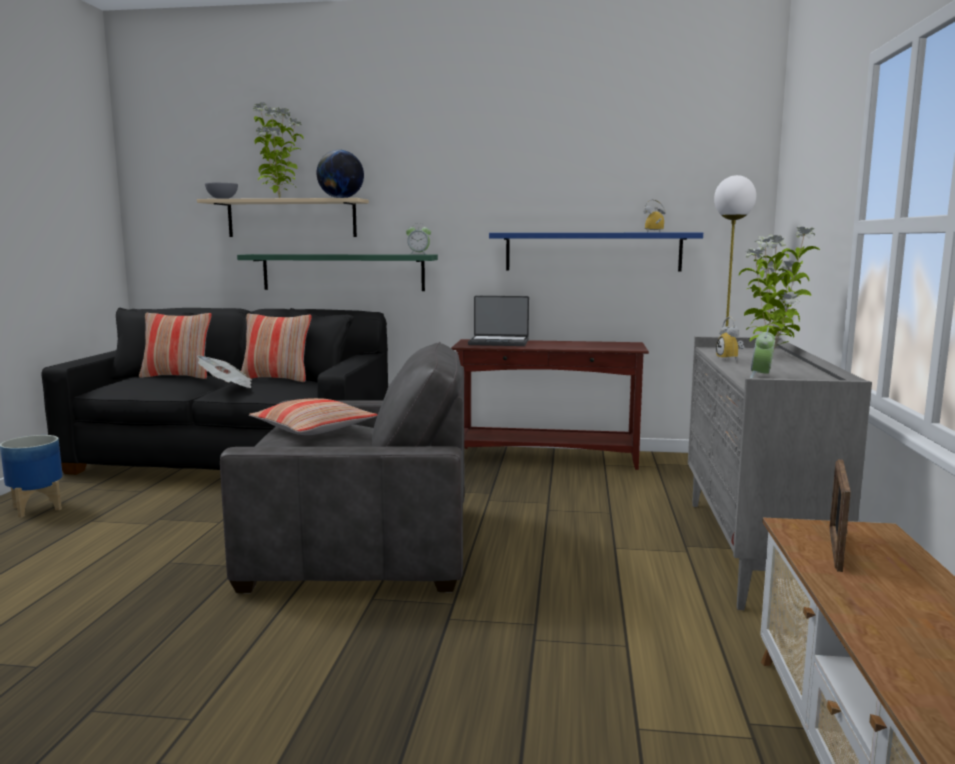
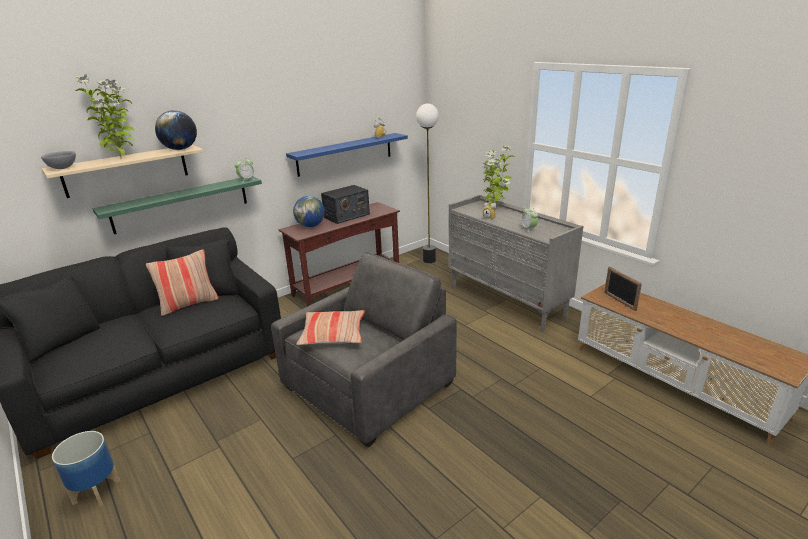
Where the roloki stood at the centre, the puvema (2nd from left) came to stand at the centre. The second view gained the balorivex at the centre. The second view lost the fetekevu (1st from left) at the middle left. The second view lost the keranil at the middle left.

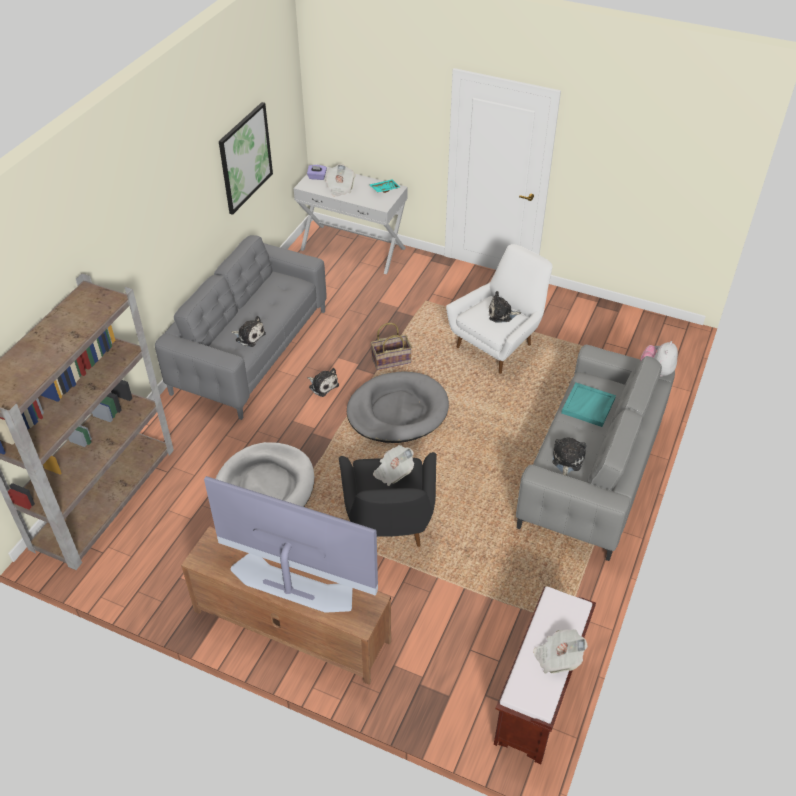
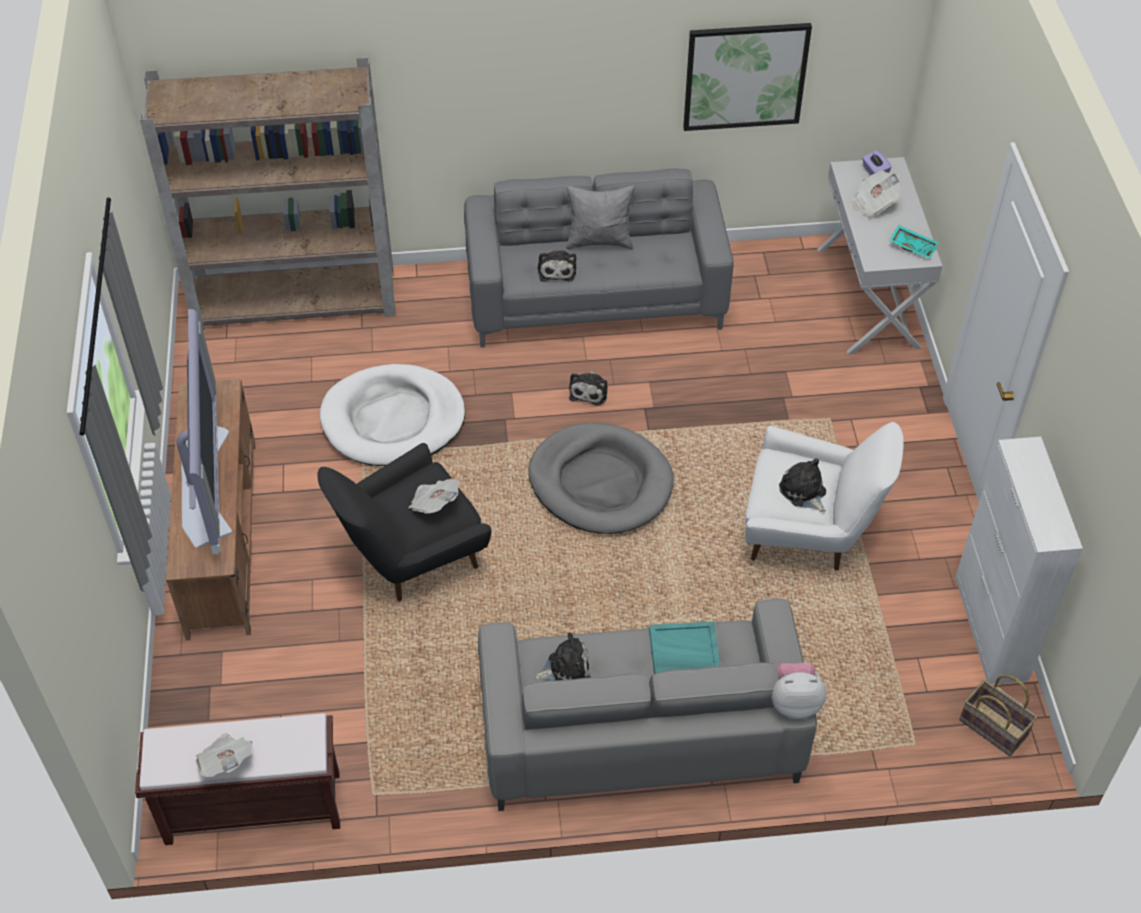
The second view gained the grey fetekevu at the top centre. The second view gained the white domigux at the middle right. The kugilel ended up elsewhere, having gone from the centre to the bottom right.

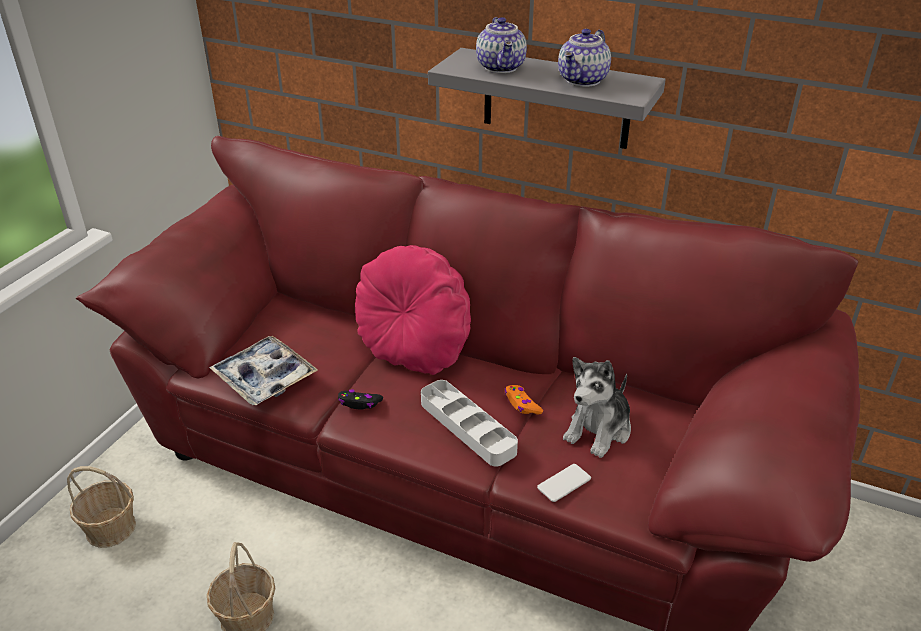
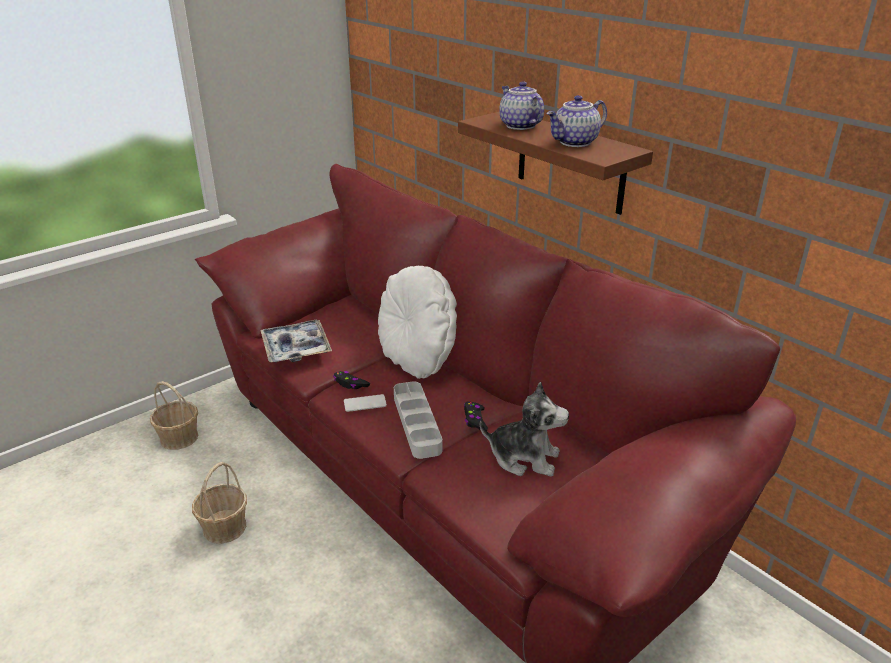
The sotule ended up elsewhere, having gone from the bottom centre to the centre. What was the pink fetekevu at the centre turned into the white fetekevu at the centre. What was the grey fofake at the top centre turned into the brown fofake at the top centre. What was the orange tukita at the centre turned into the black tukita (2nd from left) at the centre. The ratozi at the centre ended up facing another way, 135 degrees counterclockwise from before. The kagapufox (1st from left) at the top centre ended up facing another way, 135 degrees clockwise from before.

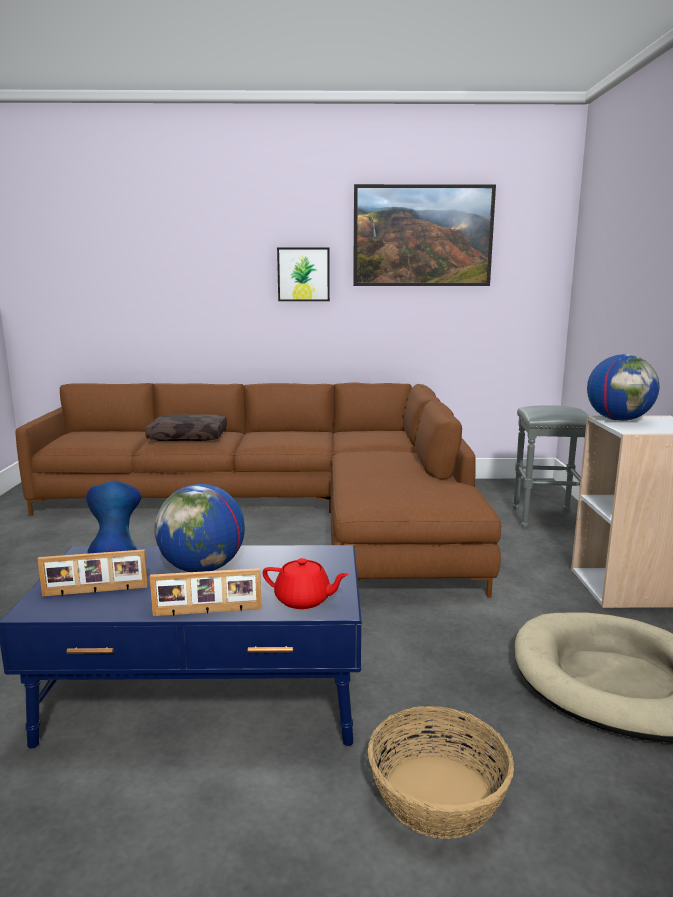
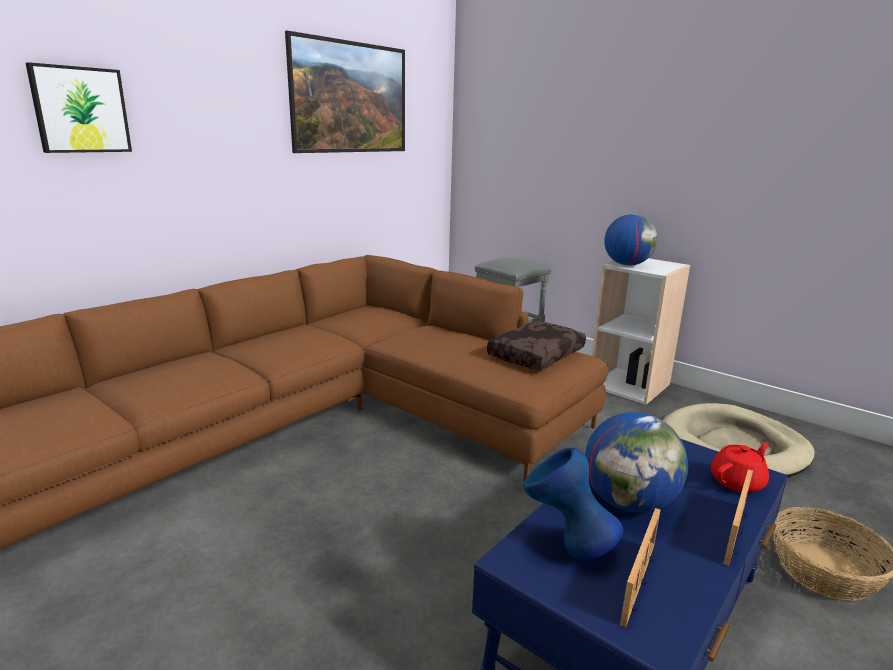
The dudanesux (1st from left) ended up elsewhere, having gone from the top centre to the top left. The brown fetekevu ended up elsewhere, having gone from the middle left to the centre.

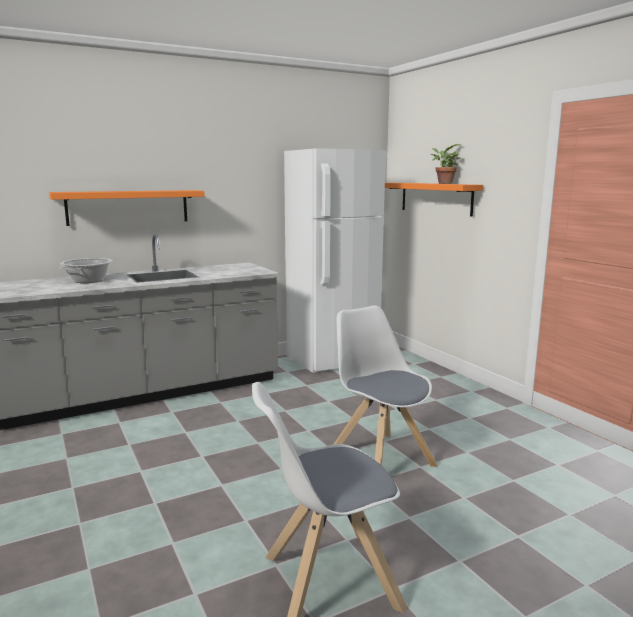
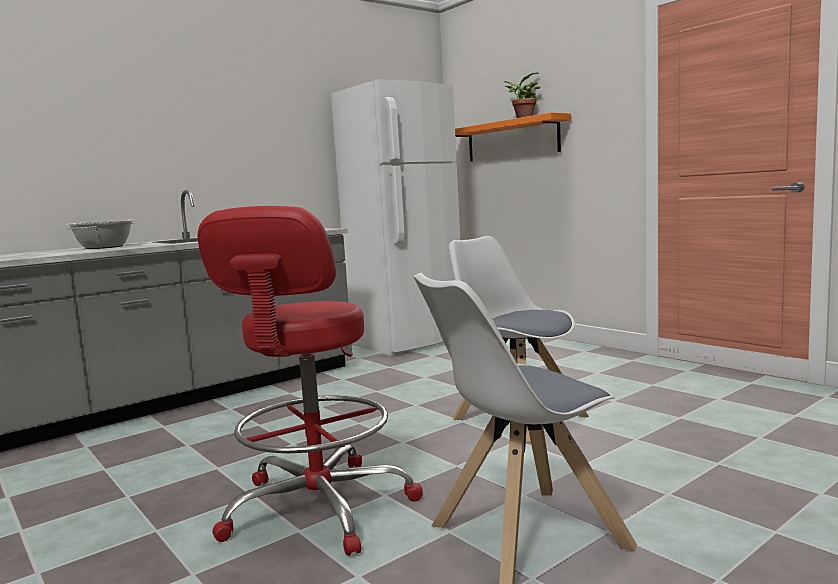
The second view gained the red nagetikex at the centre. The second view lost the orange fofake (1st from left) at the middle left.

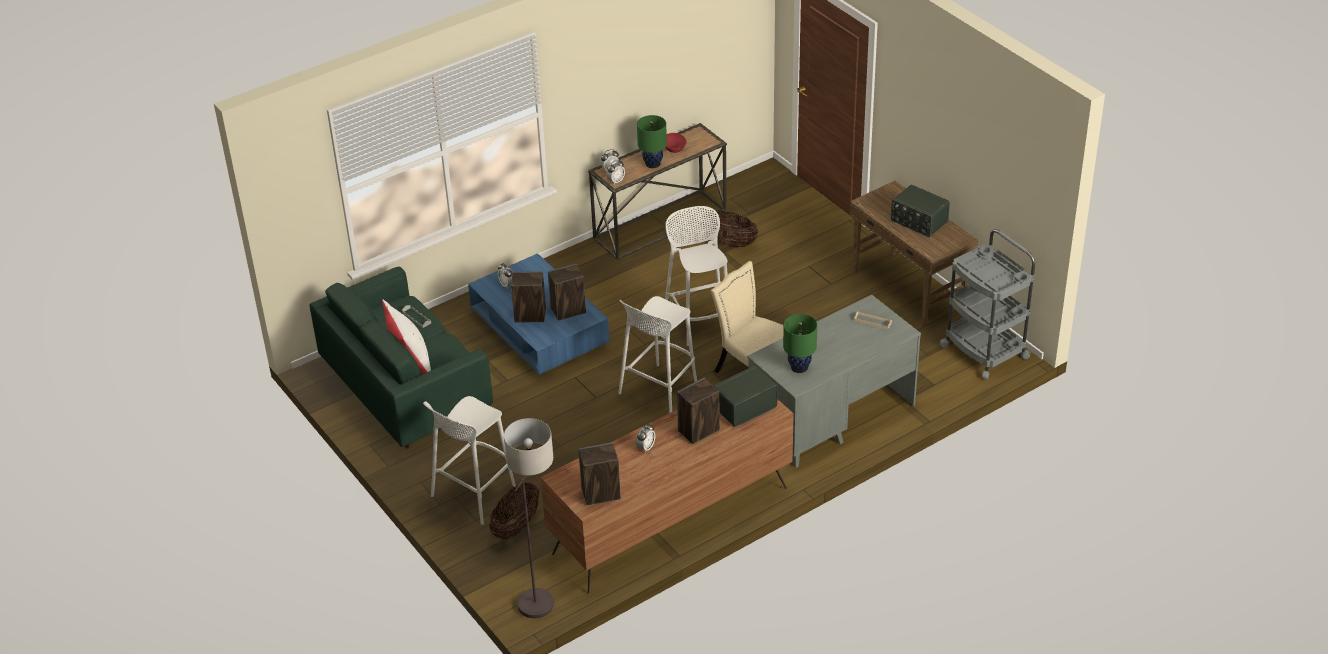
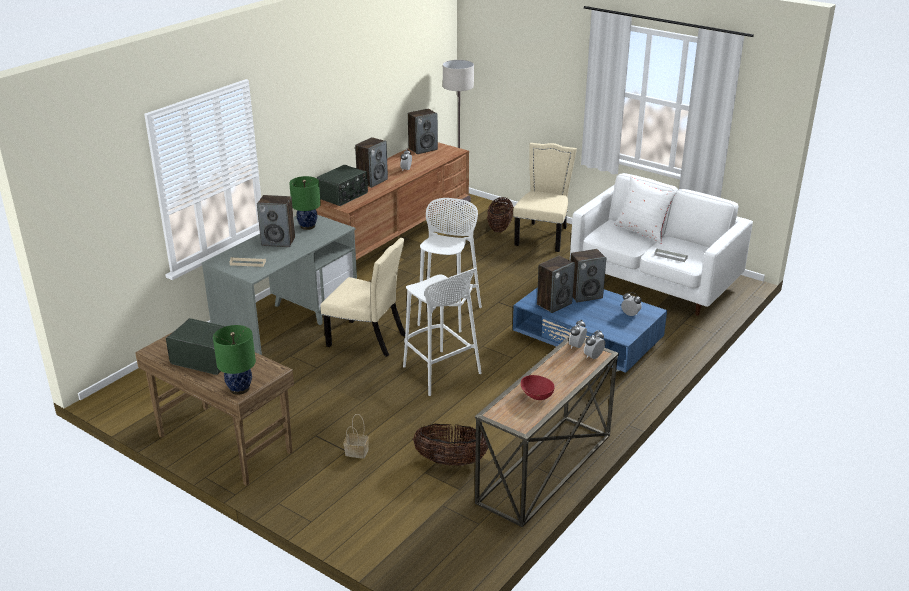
The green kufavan (1st from left) ended up elsewhere, having gone from the top centre to the middle left. The second view gained the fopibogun (1st from left) at the middle left. The second view gained the kugilel (1st from left) at the bottom centre. Where the white nagetikex (1st from left) stood at the bottom centre, the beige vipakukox (2nd from left) came to stand at the centre. What was the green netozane at the middle left turned into the white netozane at the middle right. The second view lost the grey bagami at the middle right.

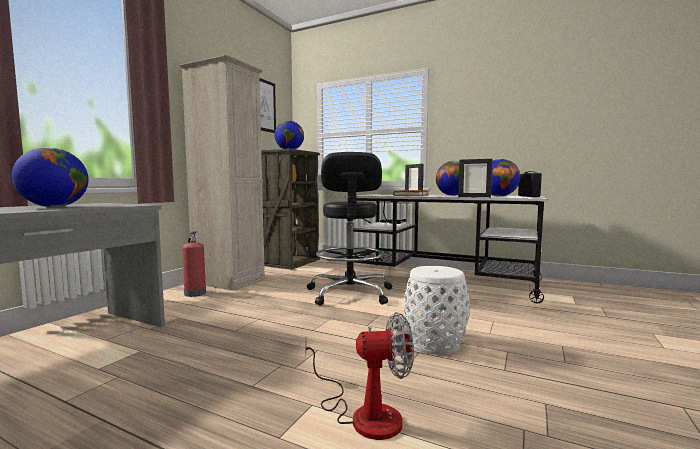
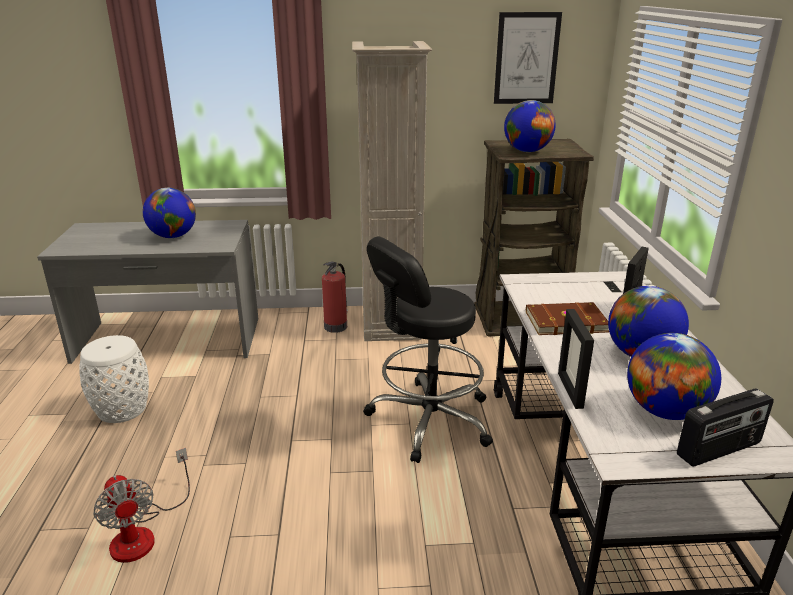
The white nagetikex ended up elsewhere, having gone from the bottom centre to the middle left.

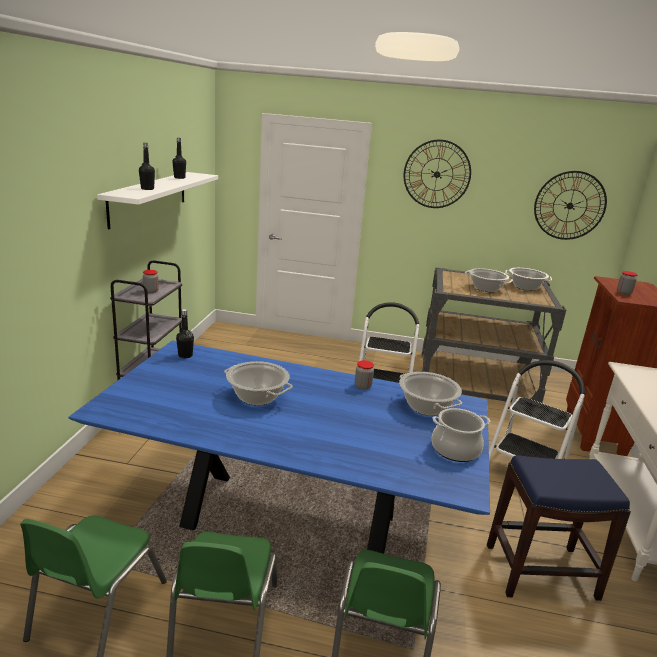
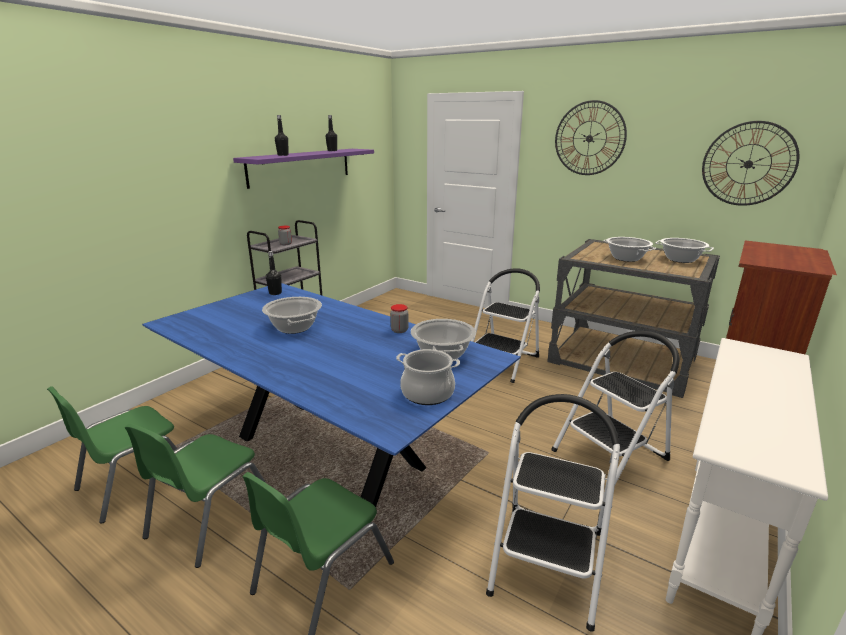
What was the white fofake at the top left turned into the purple fofake at the top centre. Where the nagetikex stood at the bottom right, the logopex (2nd from left) came to stand at the bottom centre. The second view lost the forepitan (3rd from left) at the middle right.

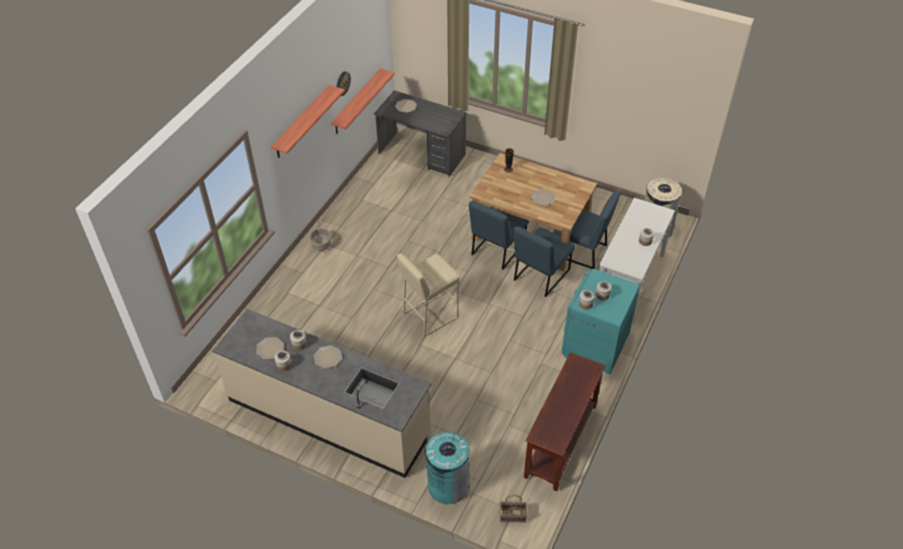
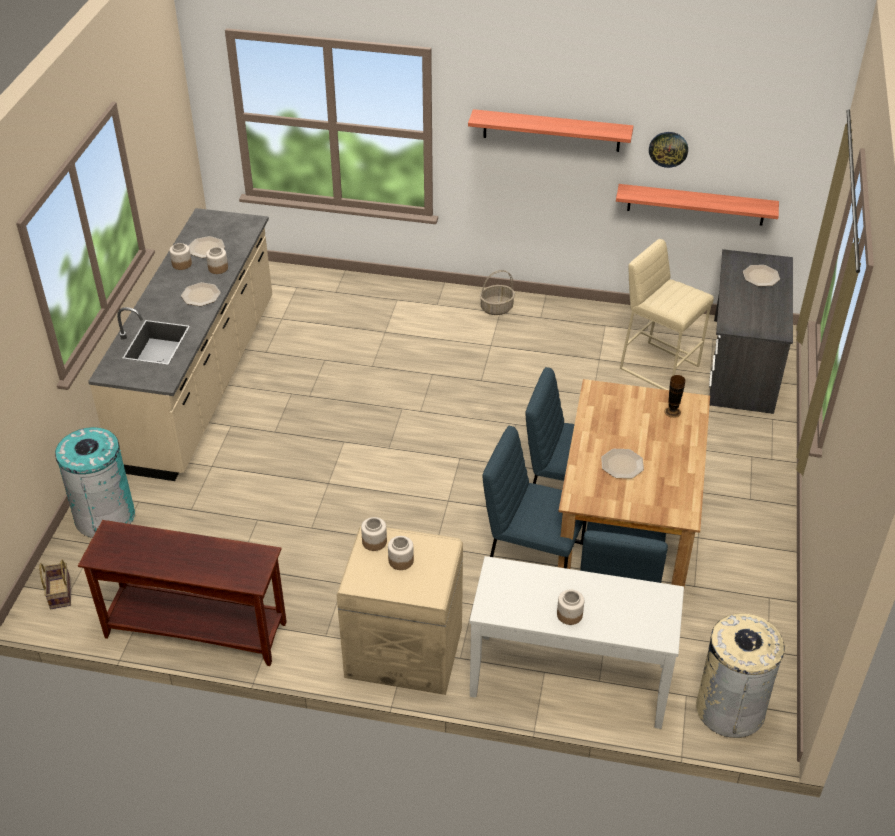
What was the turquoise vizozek at the centre turned into the beige vizozek at the bottom centre. The beige nagetikex ended up elsewhere, having gone from the centre to the middle right.

